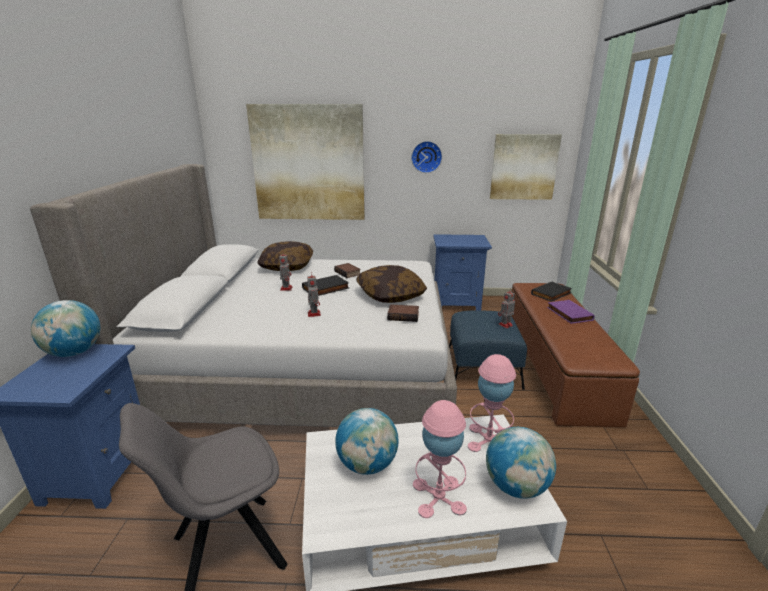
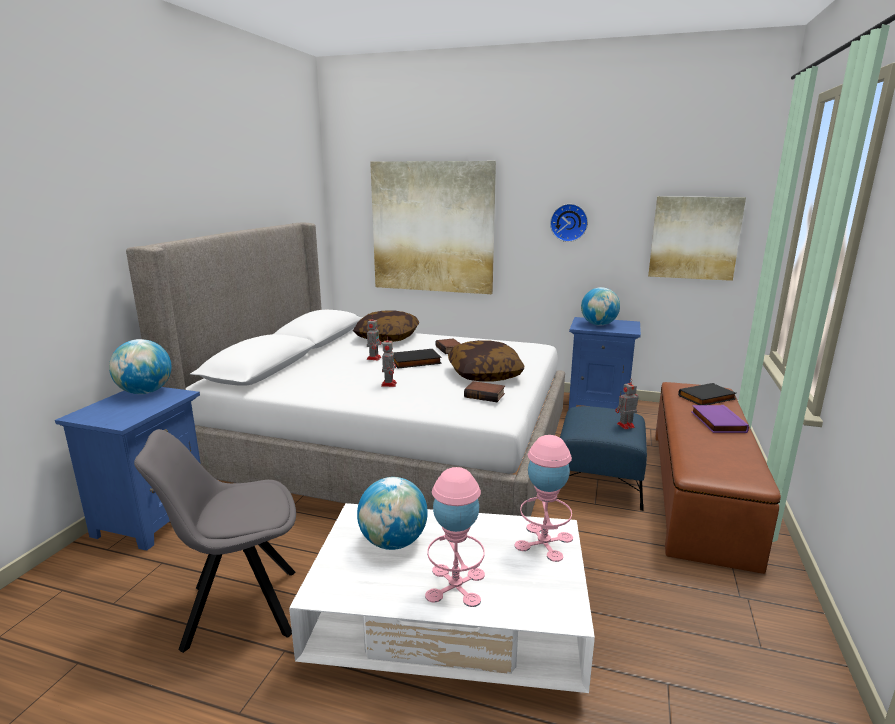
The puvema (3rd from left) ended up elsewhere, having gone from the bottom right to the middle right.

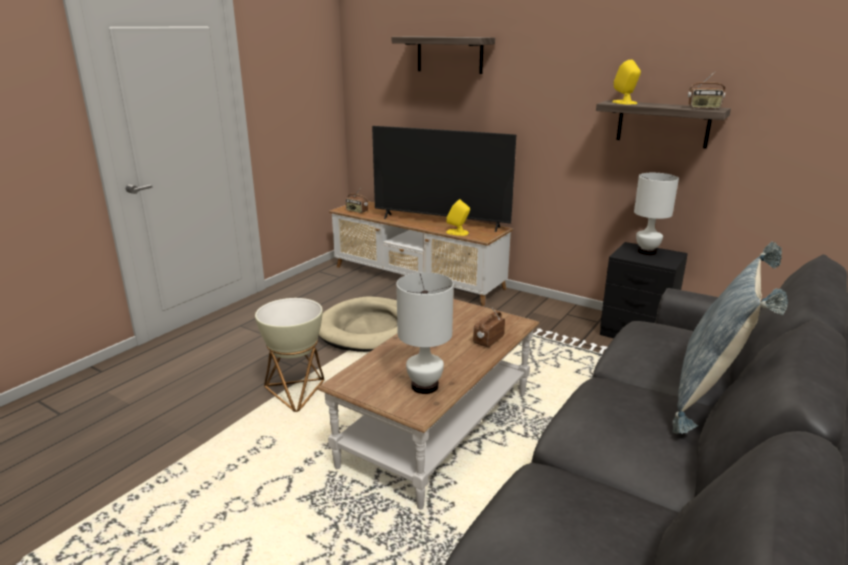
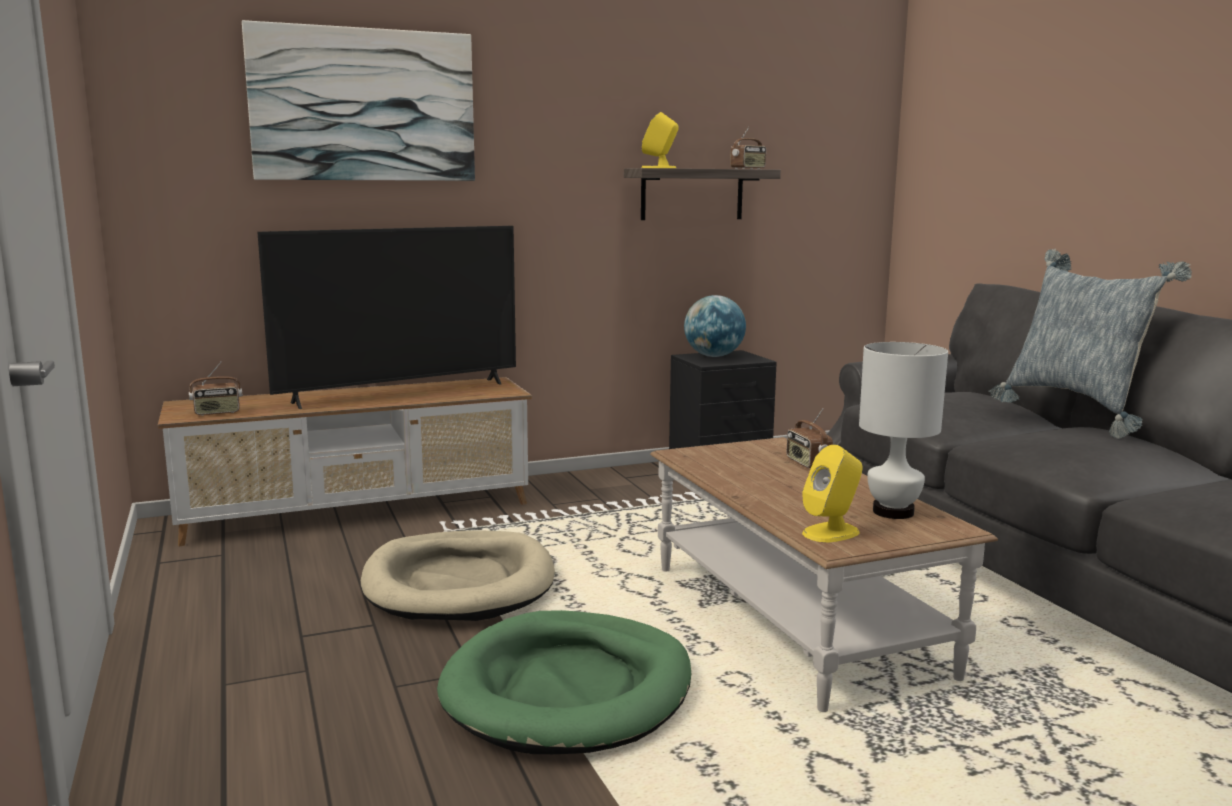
Where the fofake (1st from left) hung at the top centre, the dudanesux came to hang at the top left. Where the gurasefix stood at the centre, the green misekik came to stand at the bottom centre. Where the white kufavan (2nd from left) stood at the middle right, the puvema came to stand at the centre. The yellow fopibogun (1st from left in the first image) ended up elsewhere, having gone from the centre to the middle right.

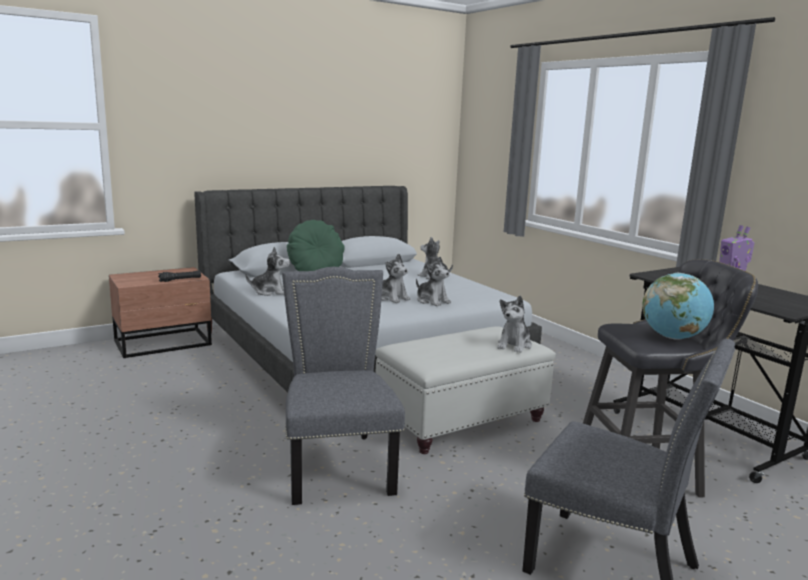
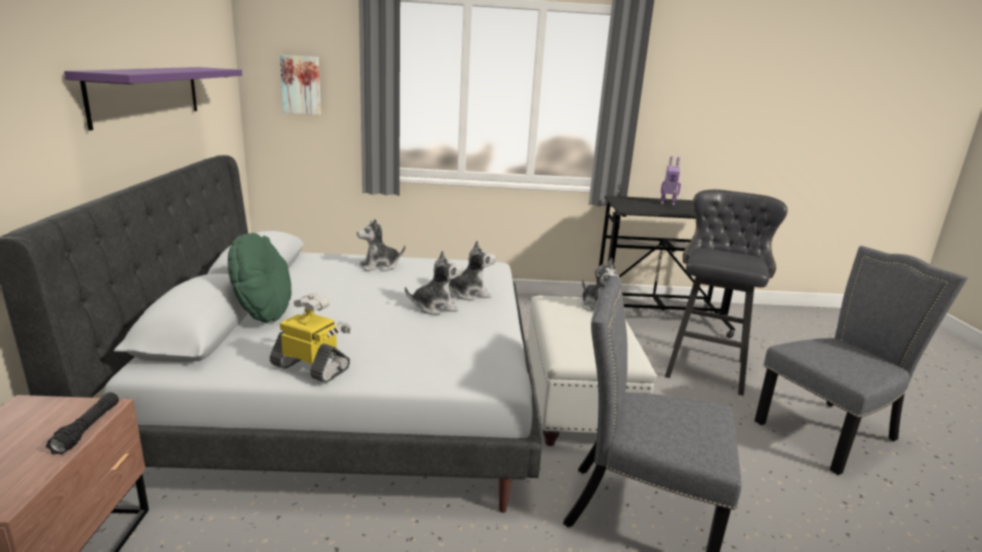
The second view gained the purple fofake at the top left. Where the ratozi (1st from left) stood at the middle left, the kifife (1st from left) came to stand at the middle left. The second view gained the dudanesux at the top left. The second view lost the puvema at the middle right.

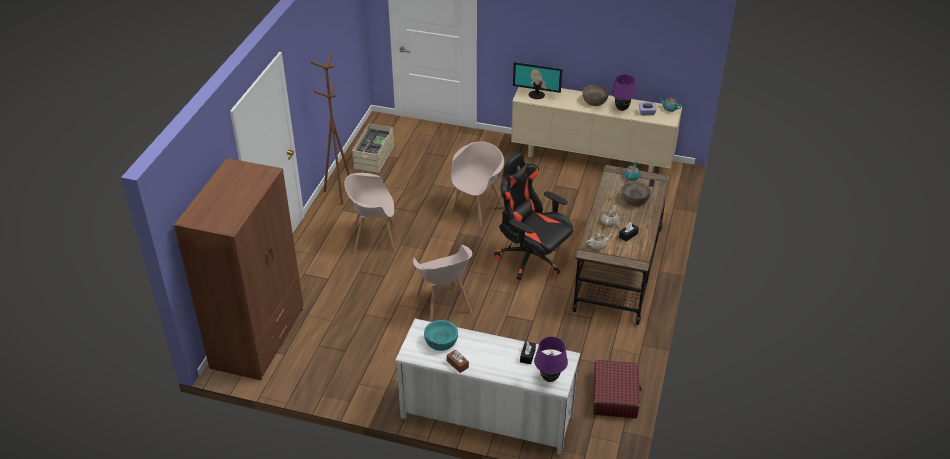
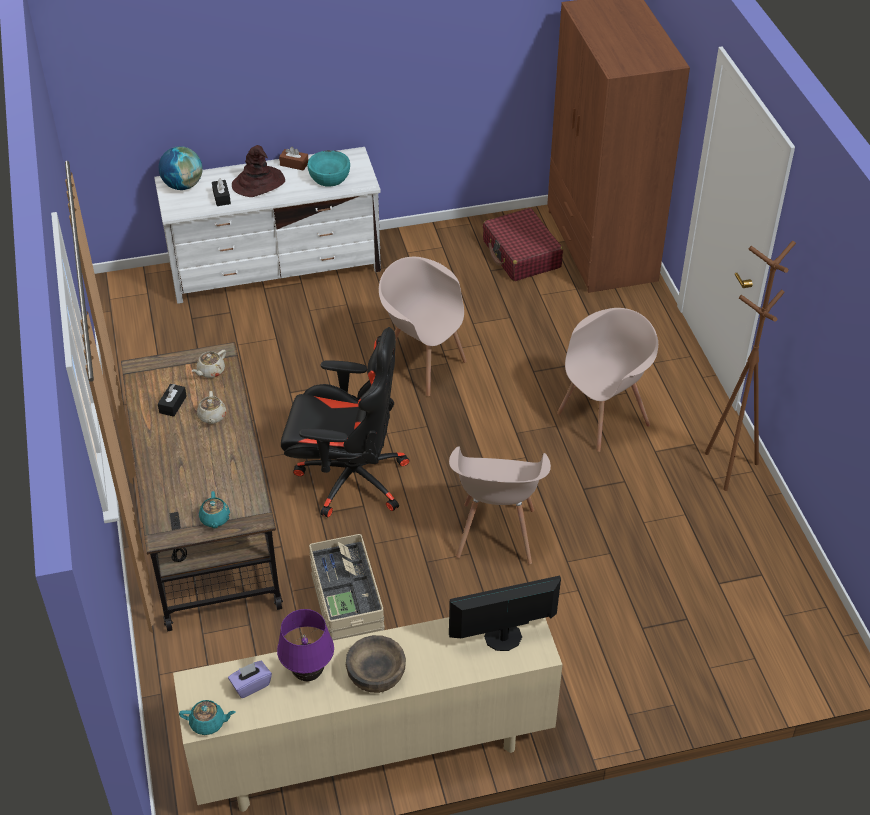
Where the purple kufavan (1st from left) stood at the bottom centre, the puvema came to stand at the top left. The second view gained the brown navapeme at the top left. The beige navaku ended up elsewhere, having gone from the top centre to the bottom centre. The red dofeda ended up elsewhere, having gone from the bottom centre to the top centre. The second view lost the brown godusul (2nd from left) at the middle right.

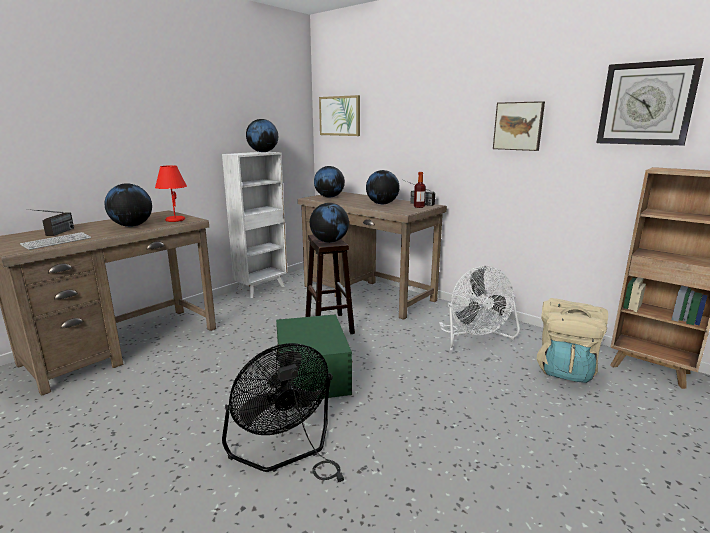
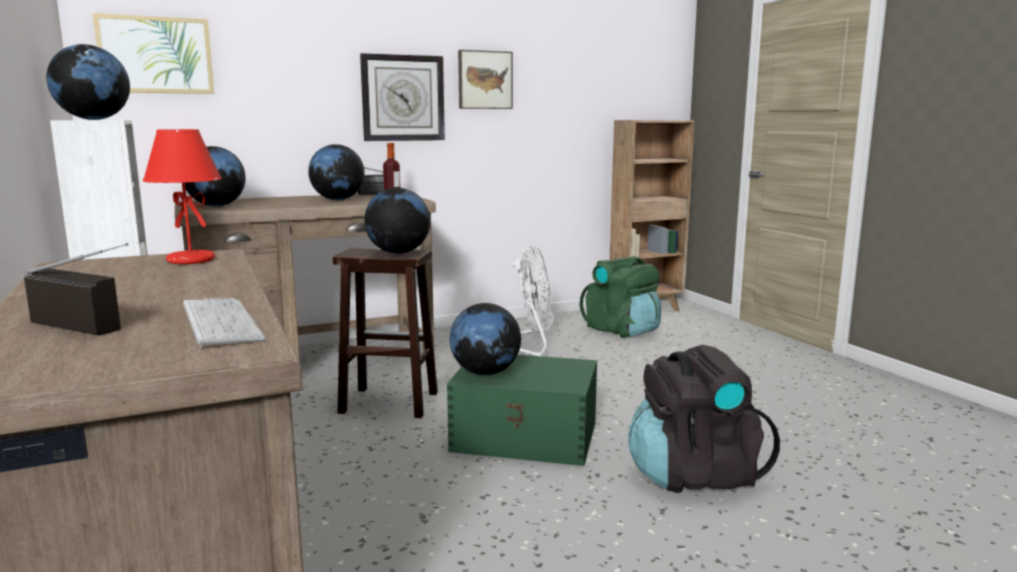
The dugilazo ended up elsewhere, having gone from the top right to the top centre. The puvema (1st from left in the first image) ended up elsewhere, having gone from the middle left to the centre. What was the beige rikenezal at the middle right turned into the green rikenezal at the centre. Where the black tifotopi stood at the bottom centre, the black rikenezal came to stand at the bottom right.

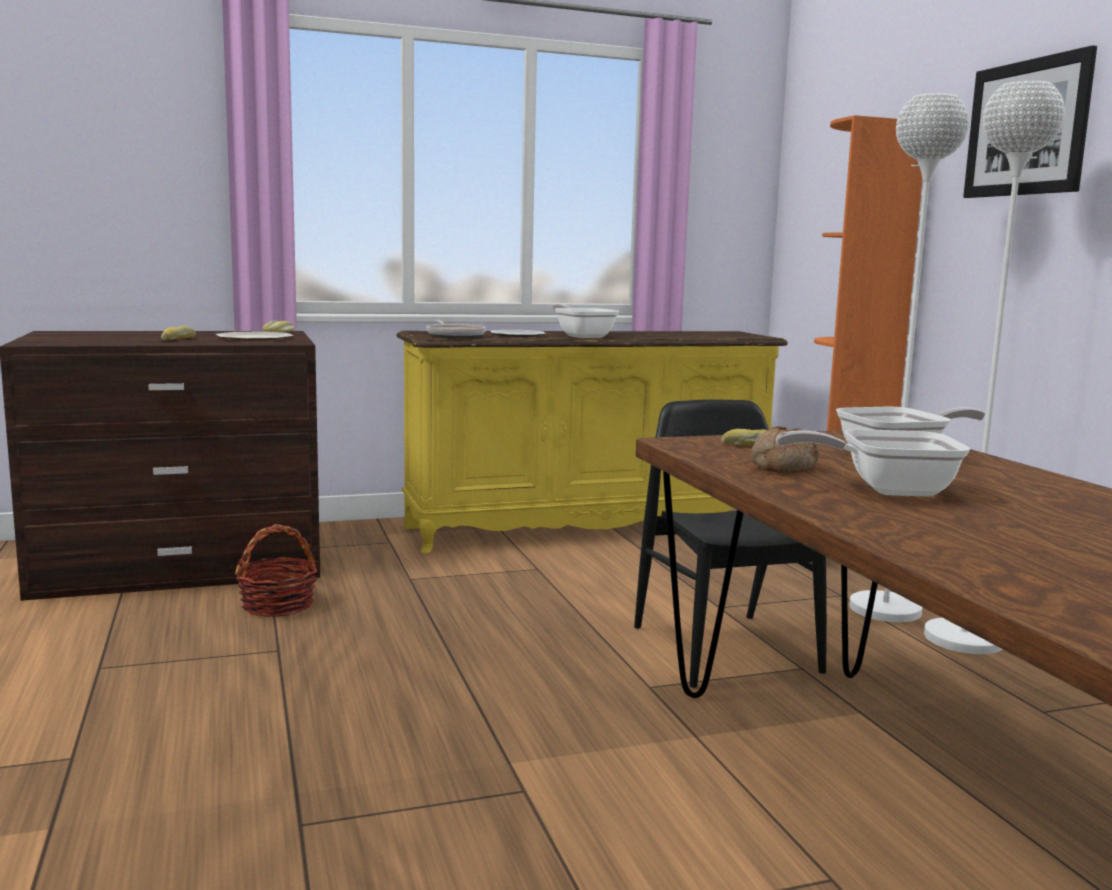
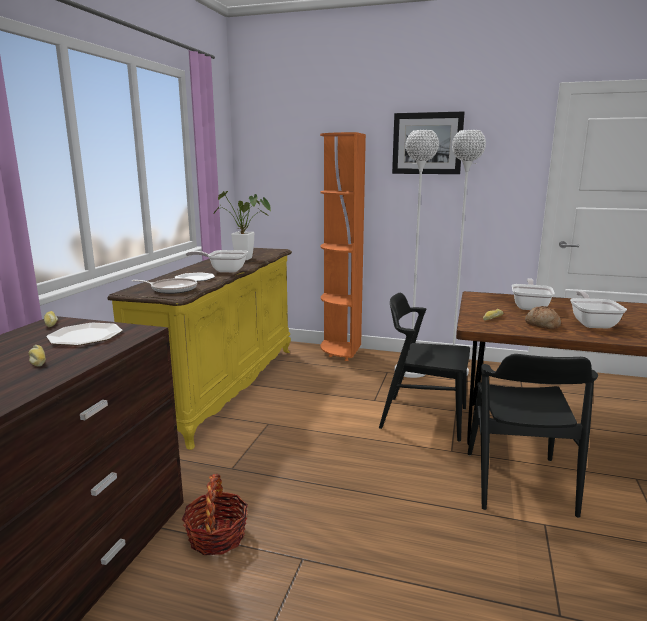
The second view gained the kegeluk at the centre. The second view gained the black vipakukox (2nd from left) at the bottom right. The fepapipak (3rd from left in the first image) at the middle right ended up facing another way, 150 degrees clockwise from before.

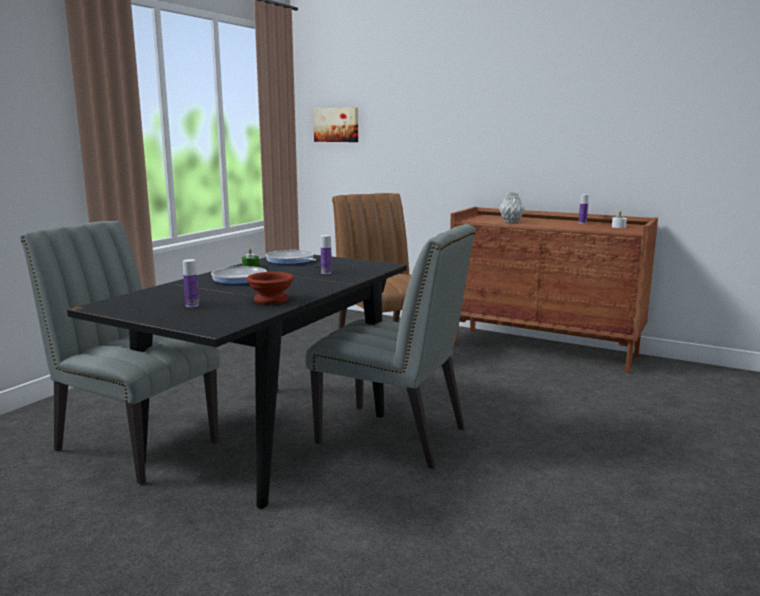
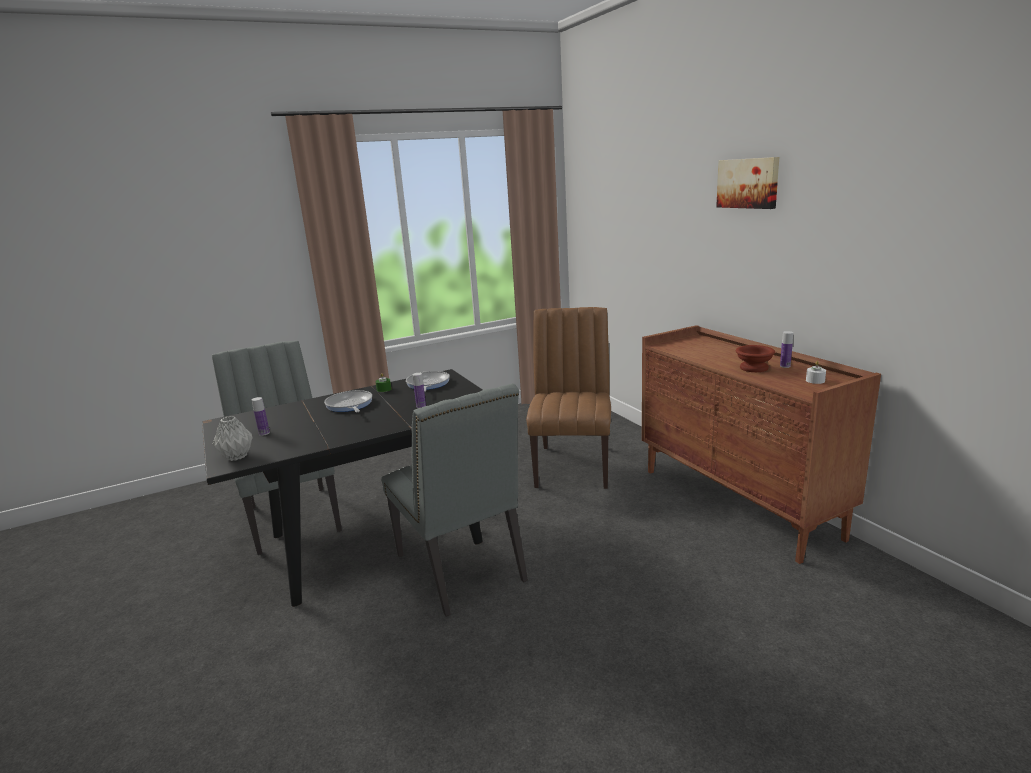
The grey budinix ended up elsewhere, having gone from the middle right to the middle left. The dudanesux ended up elsewhere, having gone from the top centre to the top right. The brown godusul ended up elsewhere, having gone from the centre to the middle right.

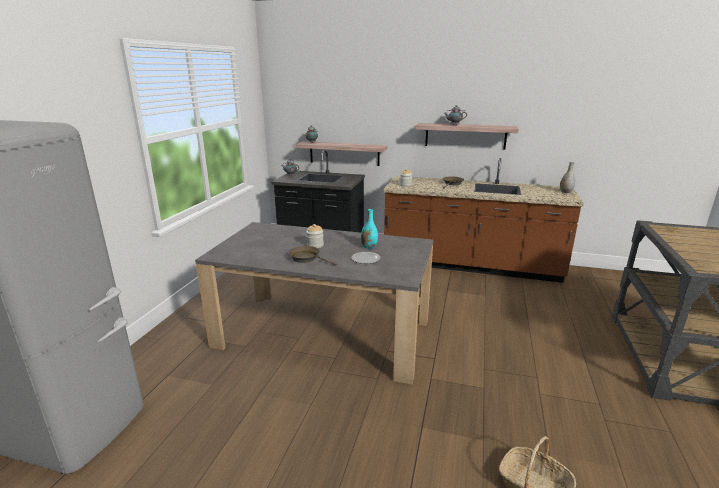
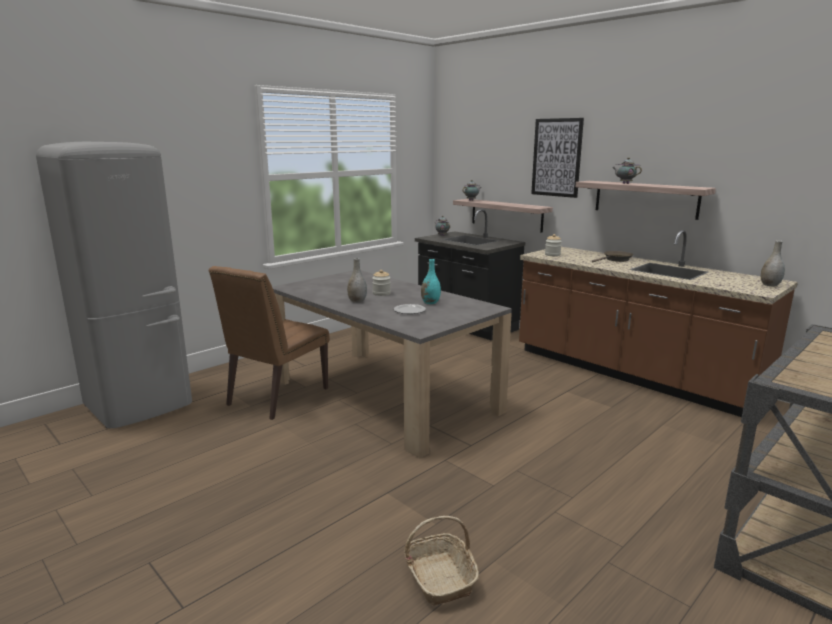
The second view gained the brown vipakukox at the middle left. Where the brown fepapipak (1st from left) stood at the centre, the grey budinix (1st from left) came to stand at the centre. The second view gained the dudanesux at the top right.

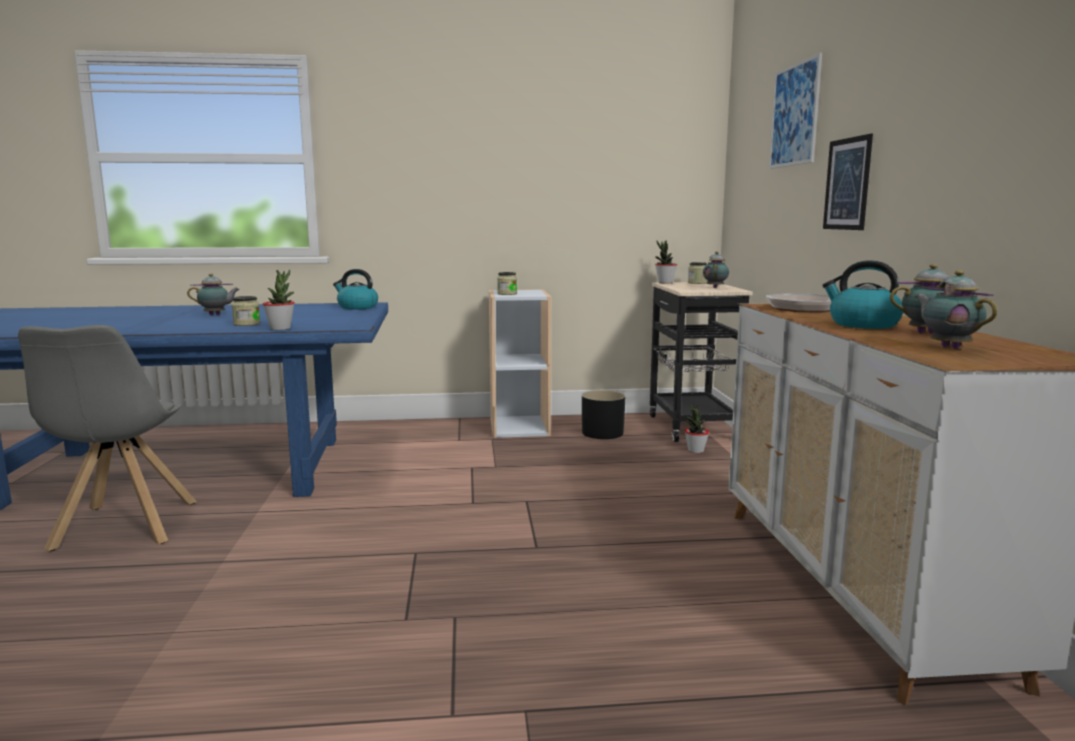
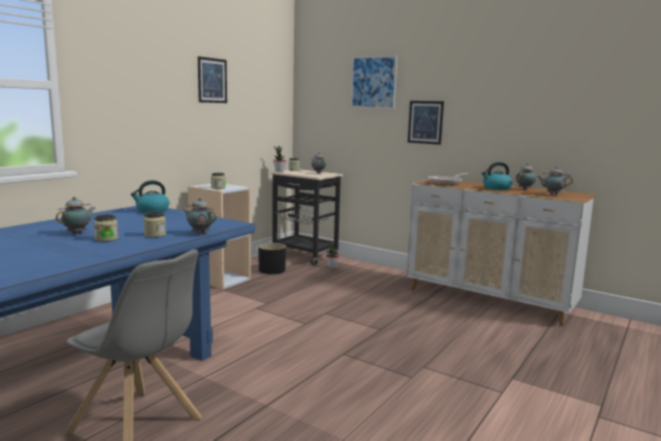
The second view gained the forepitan (1st from left) at the middle left. Where the kegeluk (1st from left) stood at the middle left, the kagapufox (2nd from left) came to stand at the middle left. The second view gained the dudanesux (1st from left) at the top left.

